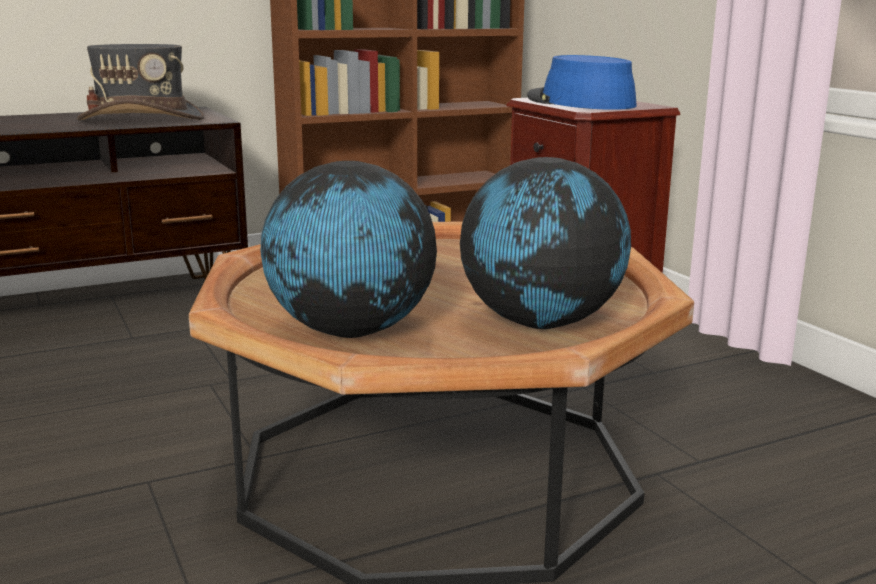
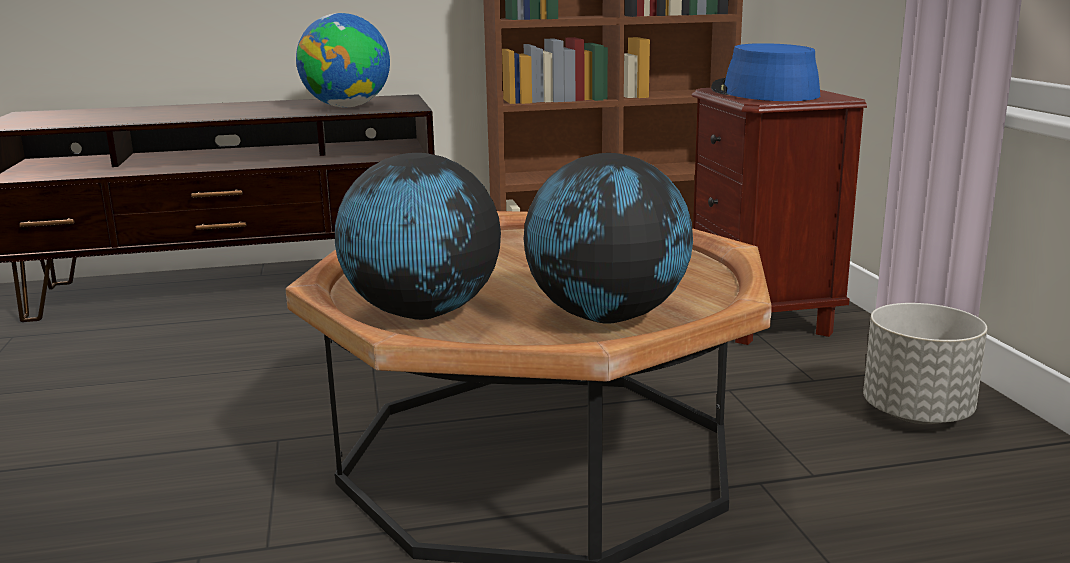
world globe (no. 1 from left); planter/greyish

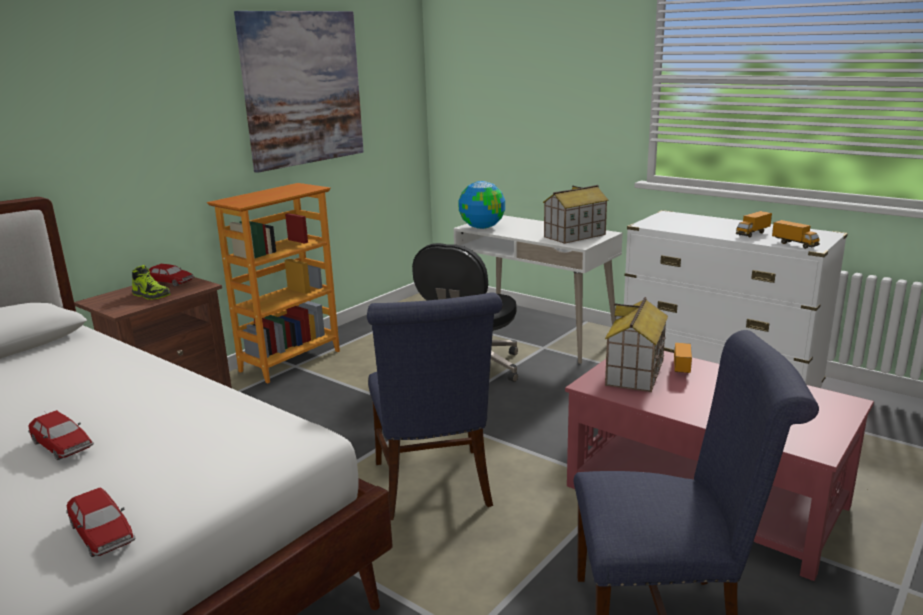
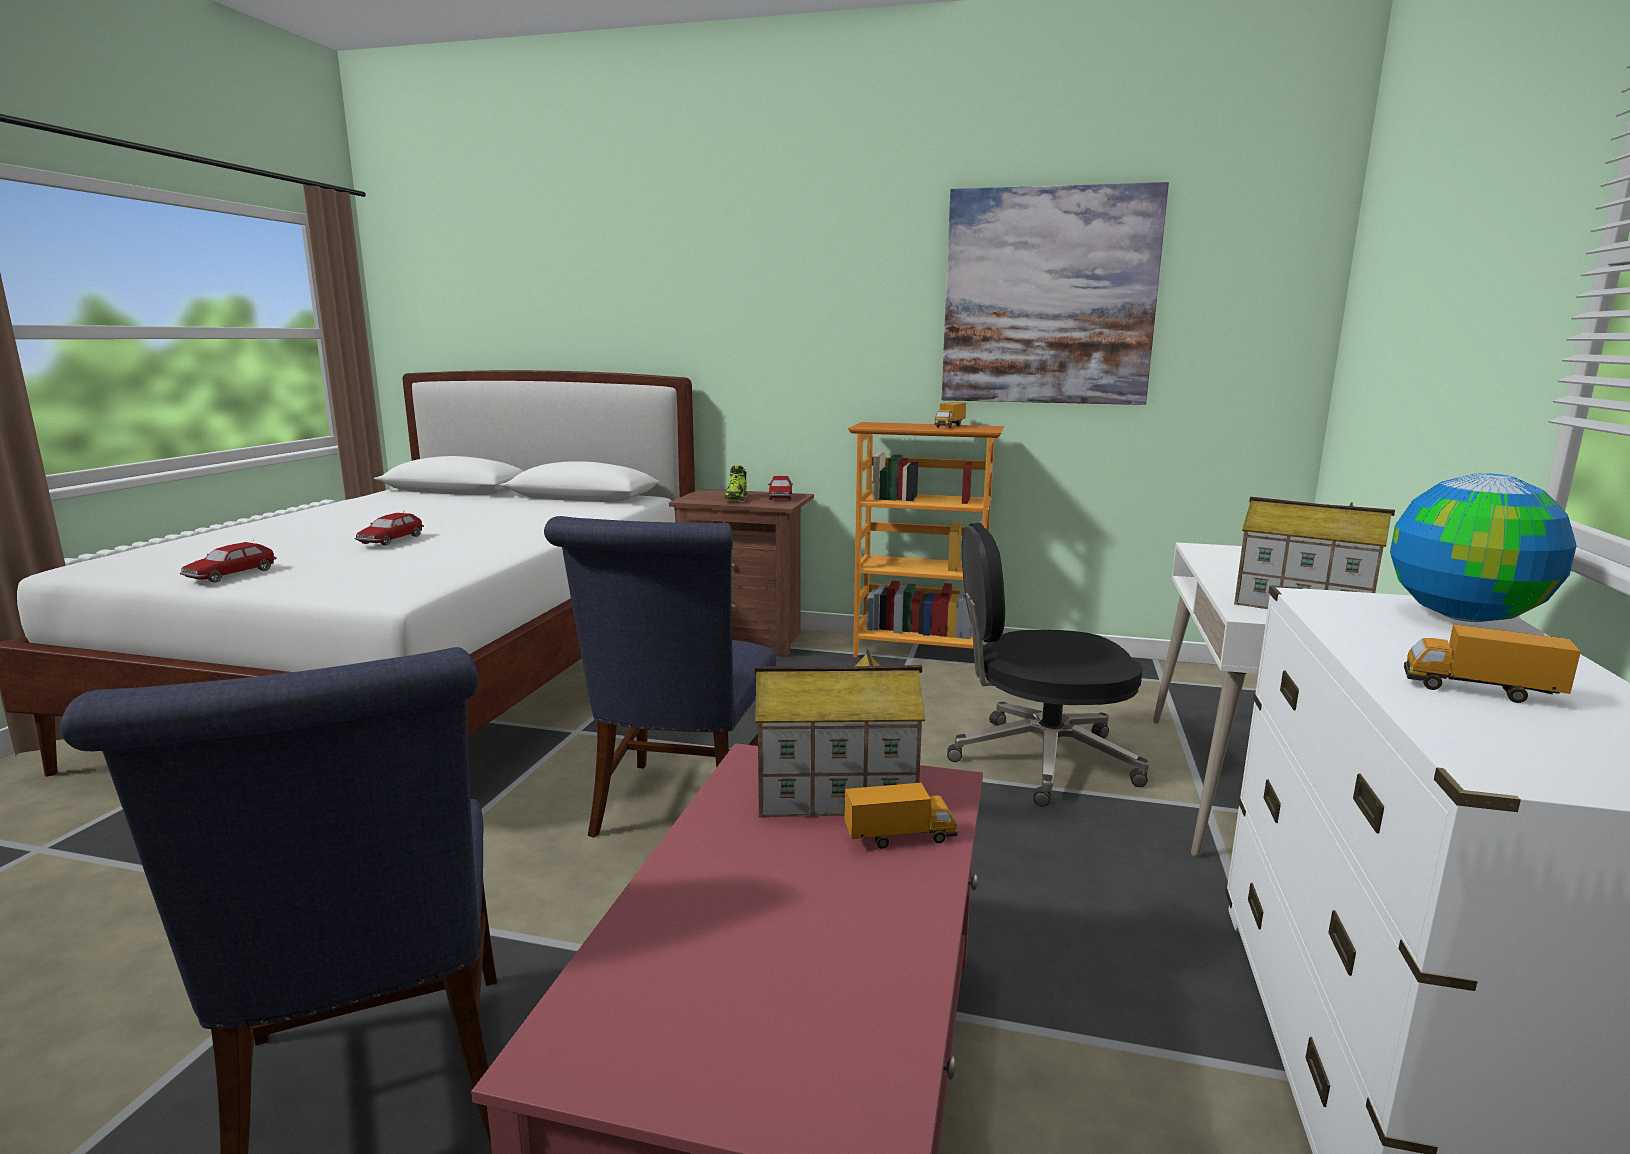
chair/blue (no. 2 from left); toy lorry (no. 2 from left); world globe

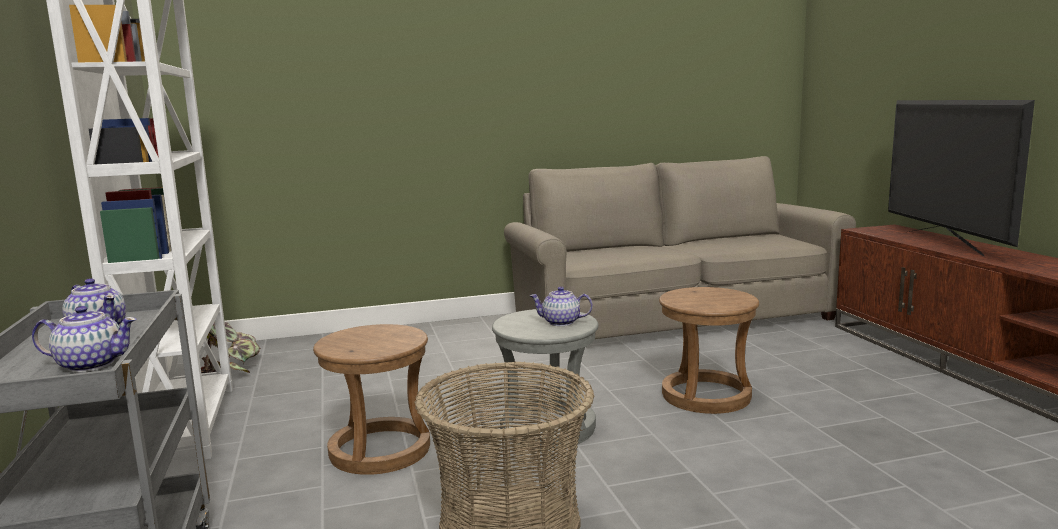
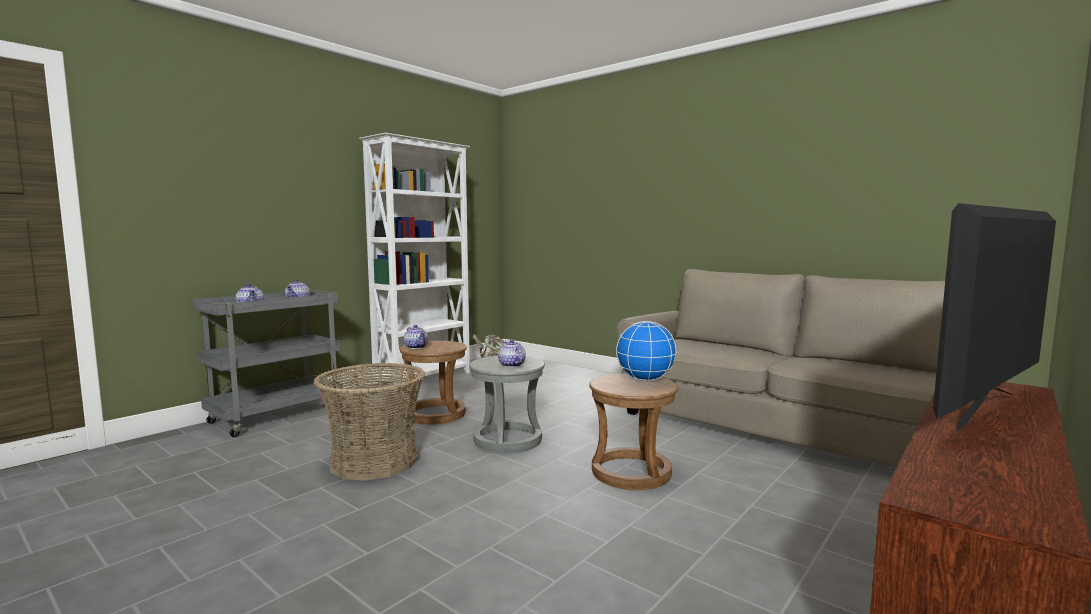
pot for tea (no. 3 from left); world globe

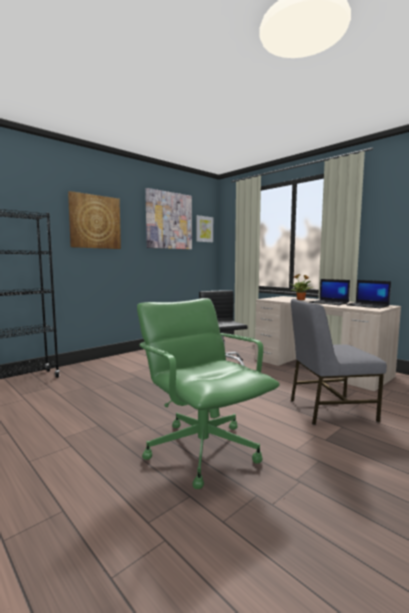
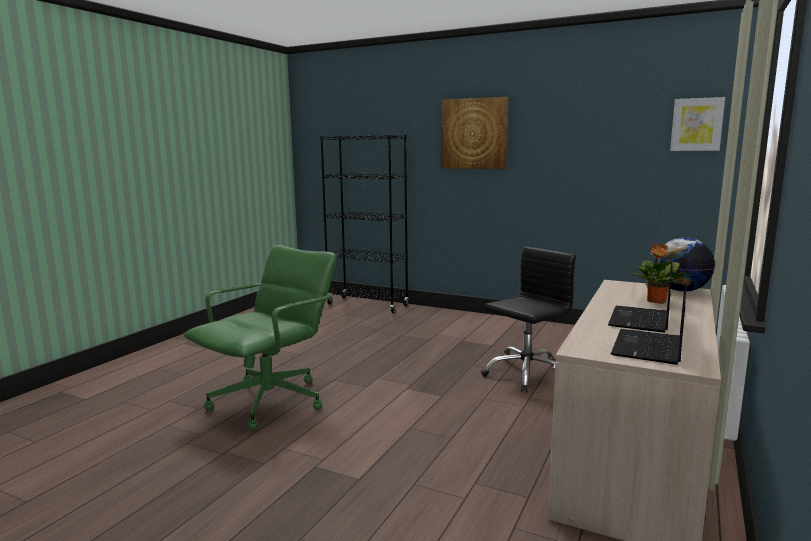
world globe; wall art (no. 2 from left in the first image); chair/greyish

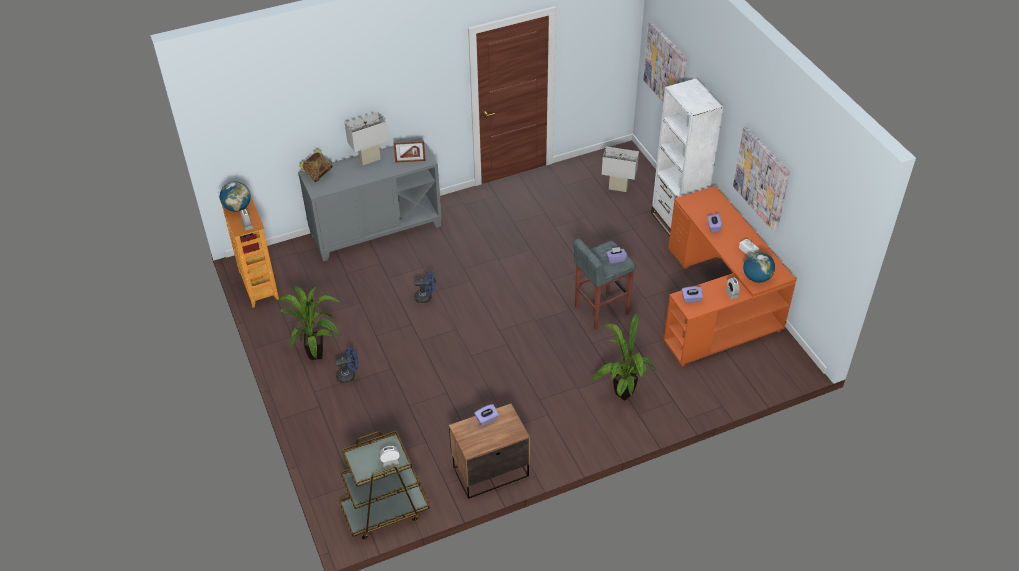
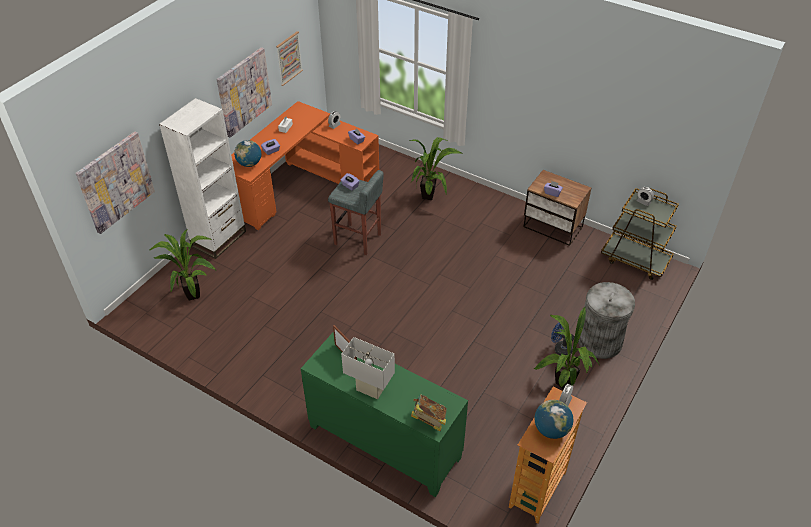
potted plant (no. 1 from left); world globe (no. 1 from left); wall art (no. 3 from left); storage cabinet/green-coloured; waste bin/greyish; cooling fan/blue (no. 2 from left in the first image)

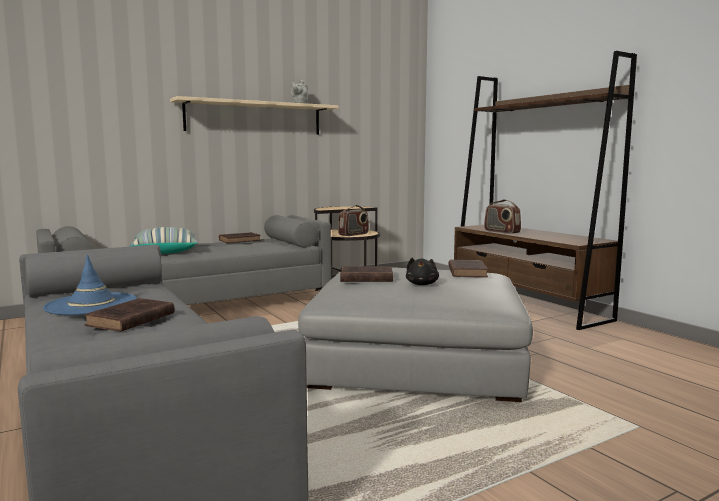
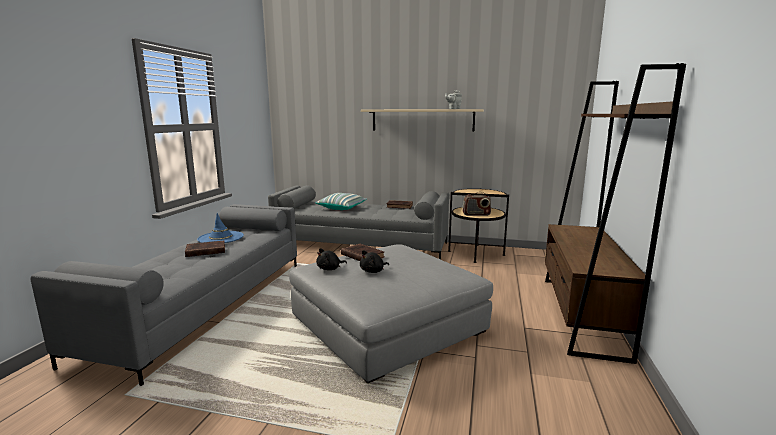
soft toy/black-coloured (no. 1 from left); volume/brownish (no. 4 from left in the first image); radio (no. 2 from left in the first image)

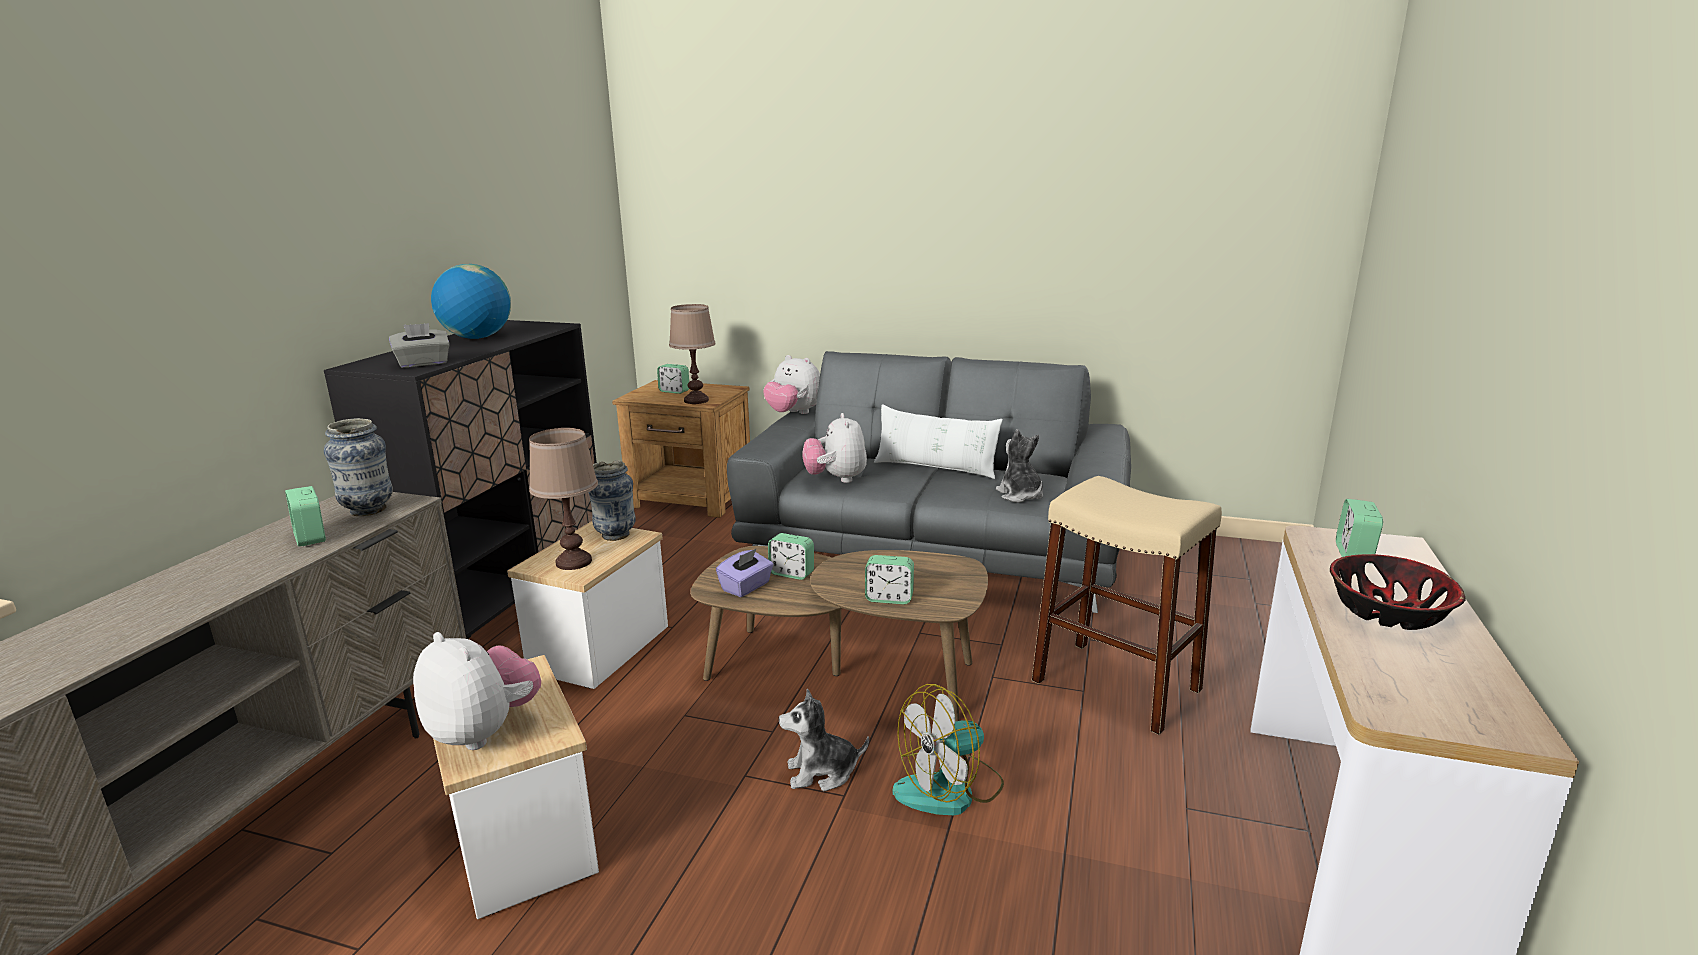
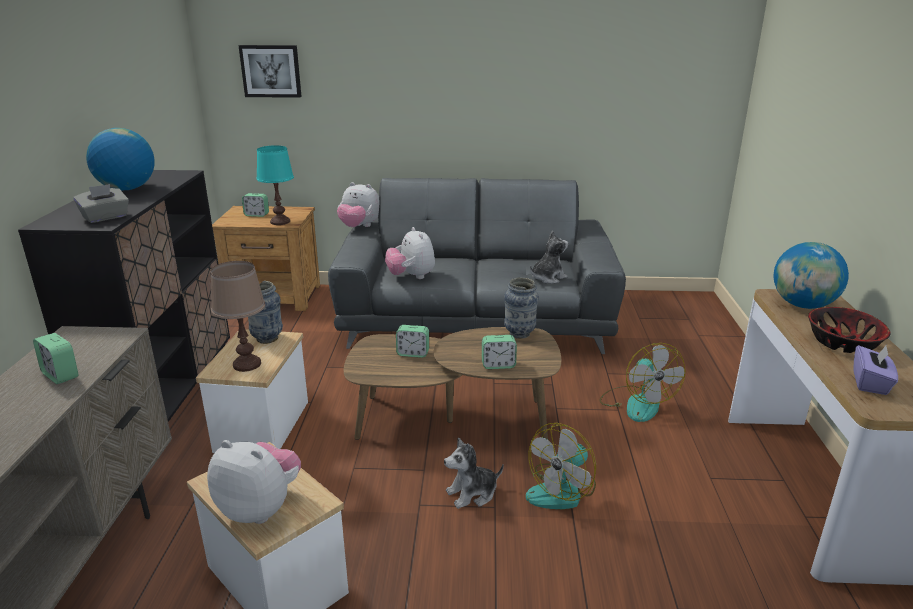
wall art; lamp for a table/turquoise-coloured; flower vase (no. 2 from left); soft toy (no. 5 from left); cooling fan (no. 2 from left); world globe (no. 2 from left); tissue holder/purple; cushion/white

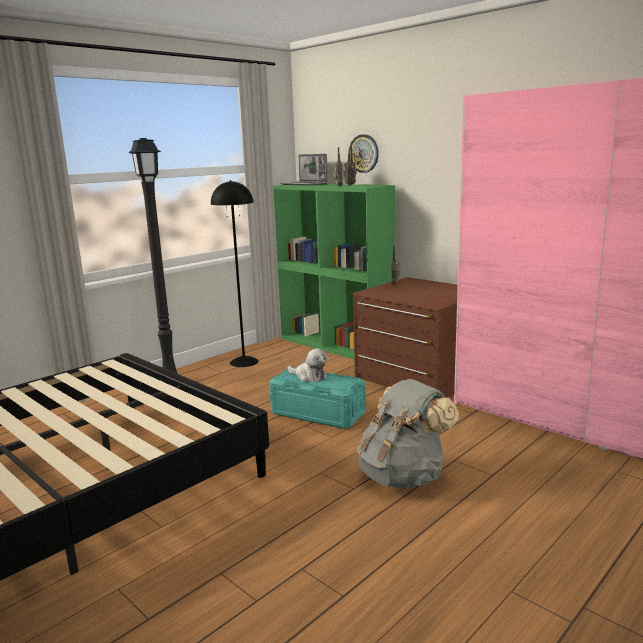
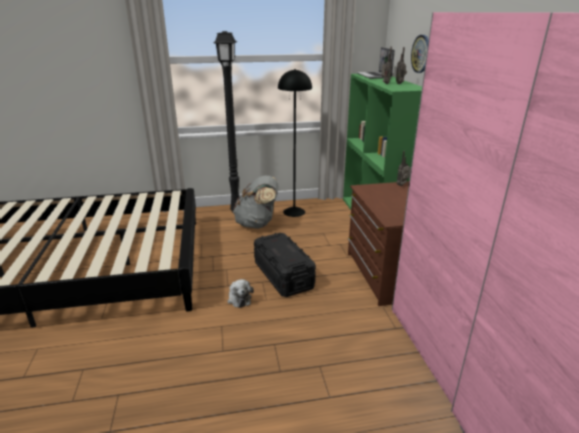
soft toy; rucksack/greyish; storage box/black-coloured

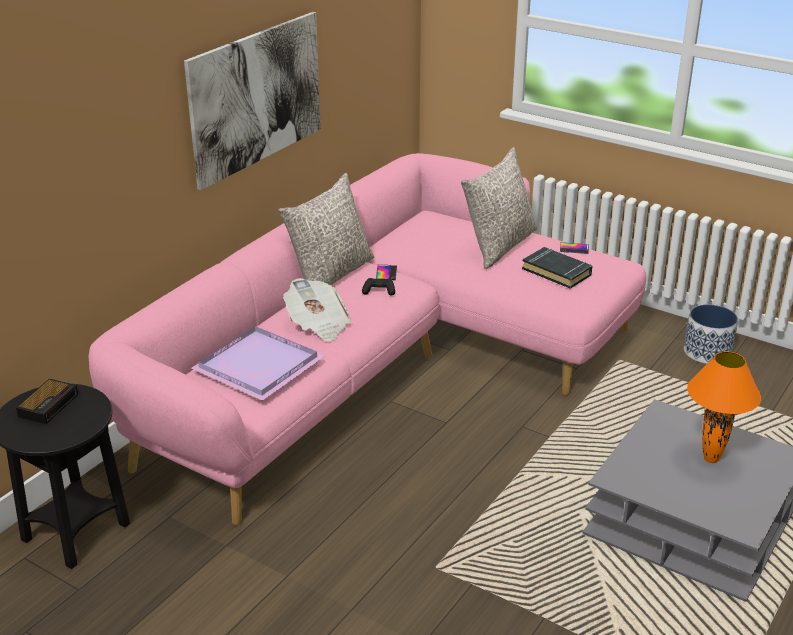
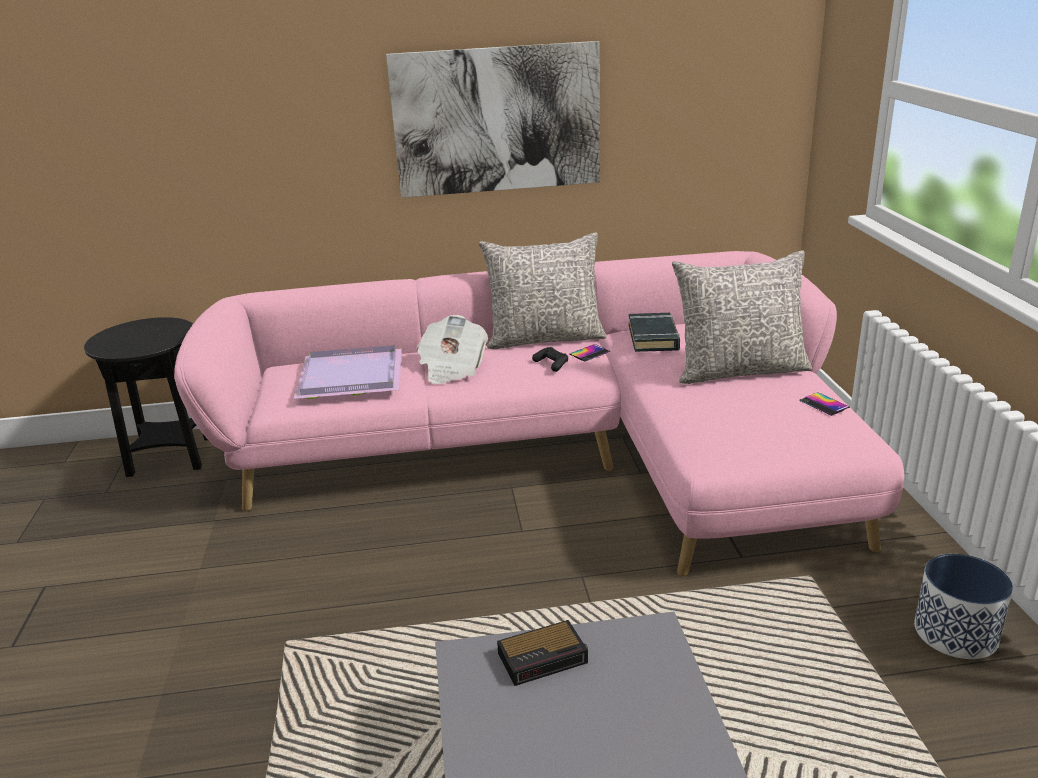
alarm clock; volume/black-coloured; lamp for a table/orange

